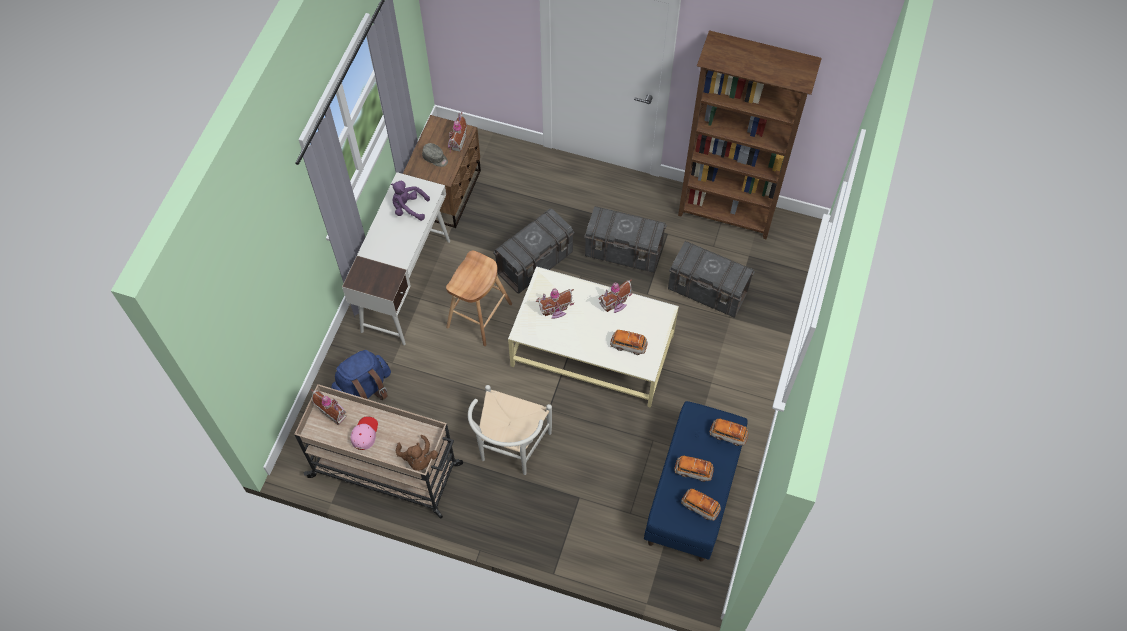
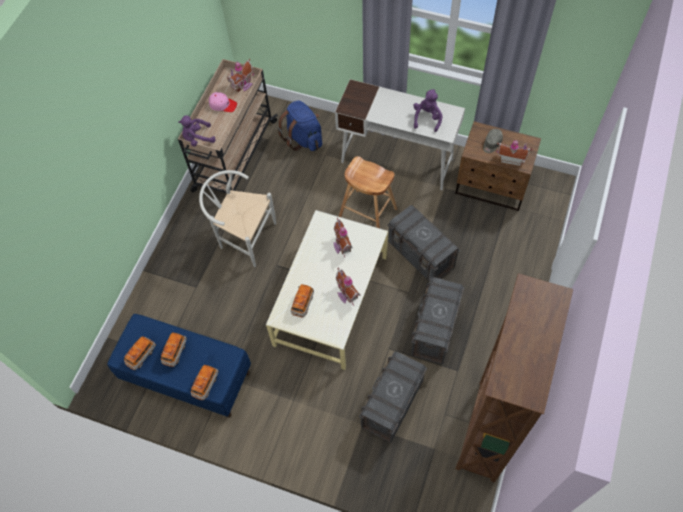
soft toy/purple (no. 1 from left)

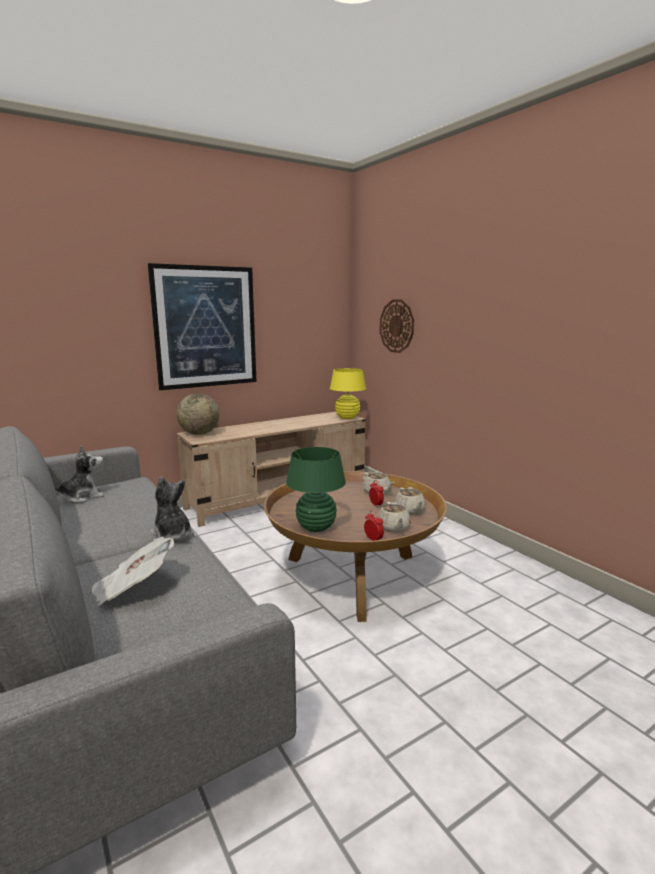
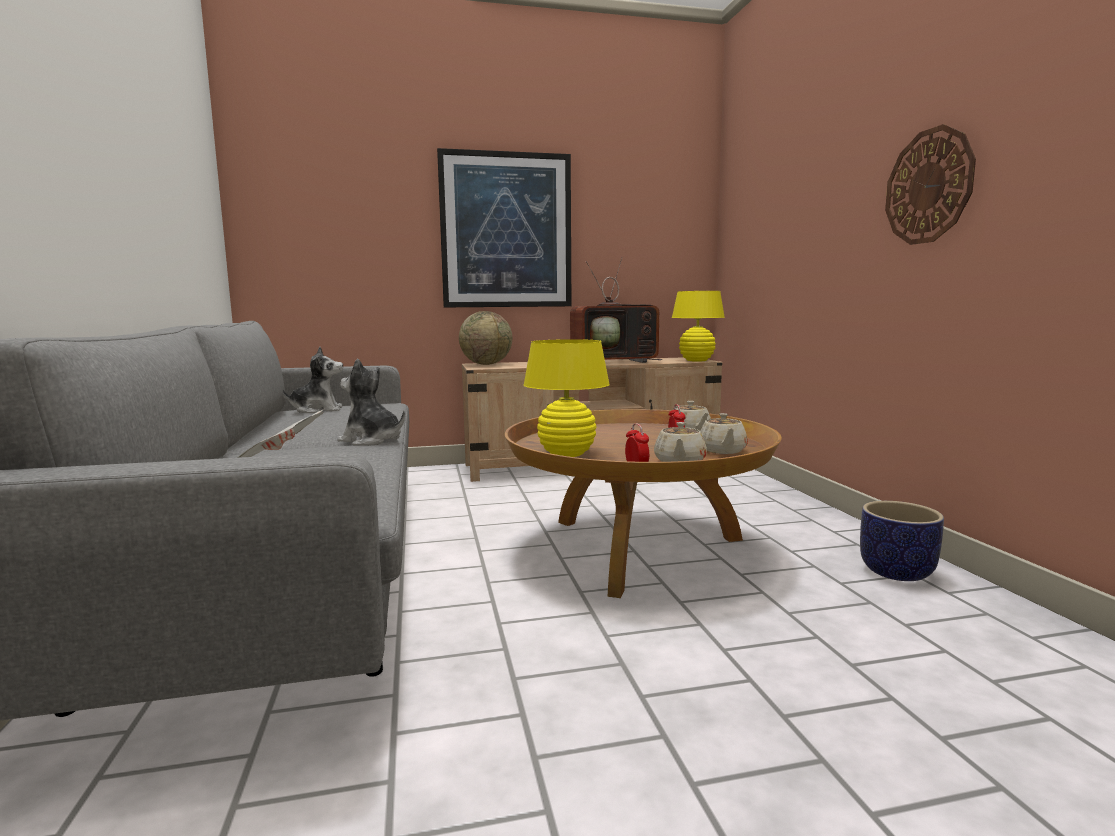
soft toy (no. 2 from left); lamp for a table/yellowish (no. 1 from left); TV; planter; hanging clock

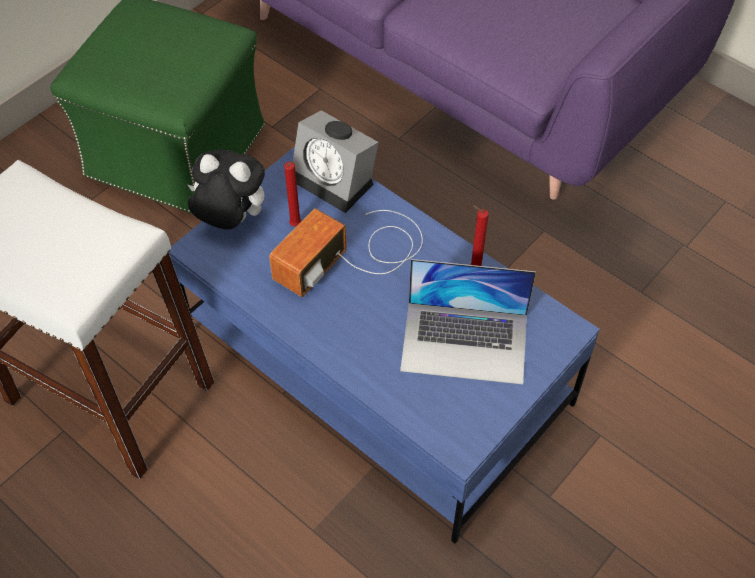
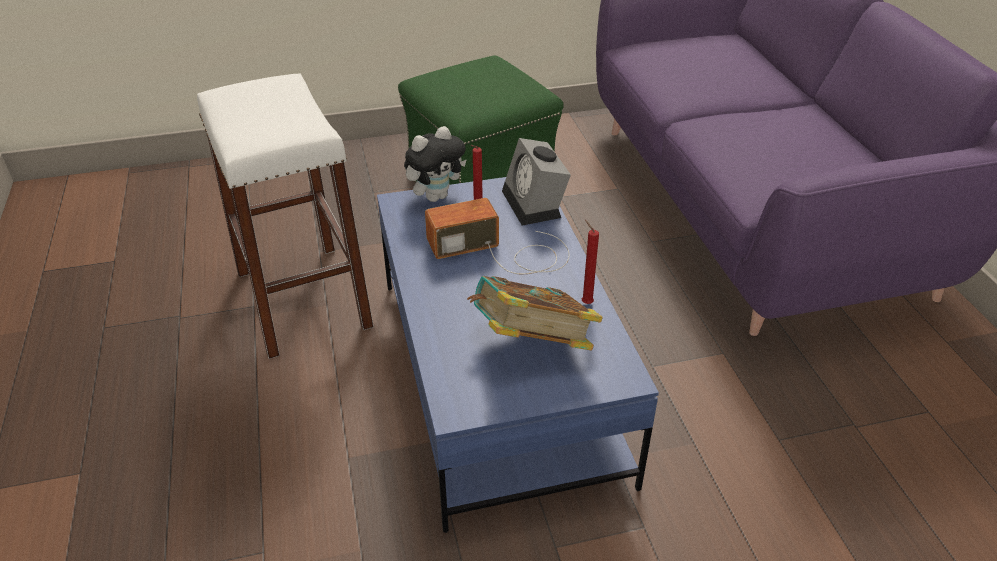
soft toy; volume

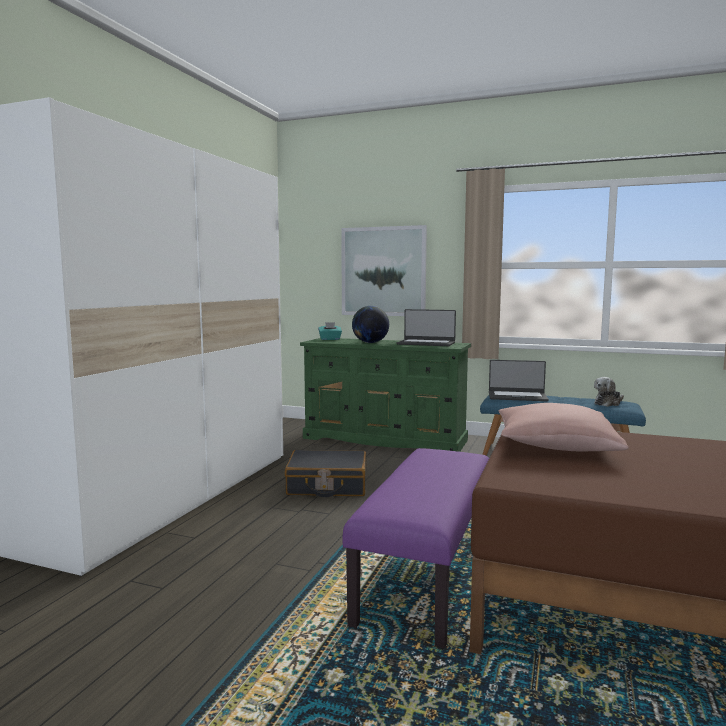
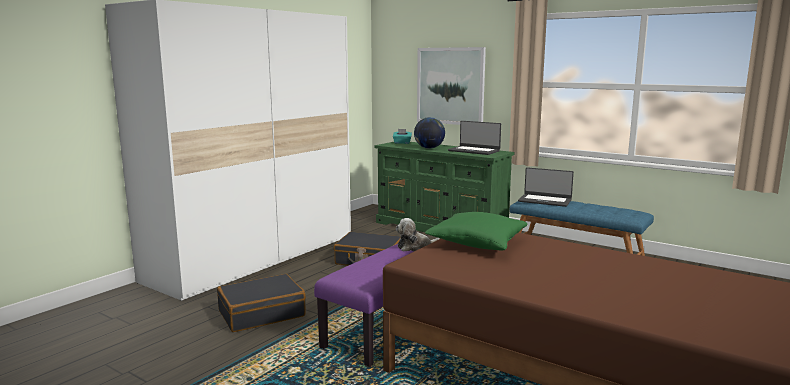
travel case/black-coloured (no. 1 from left); soft toy; cushion/green-coloured

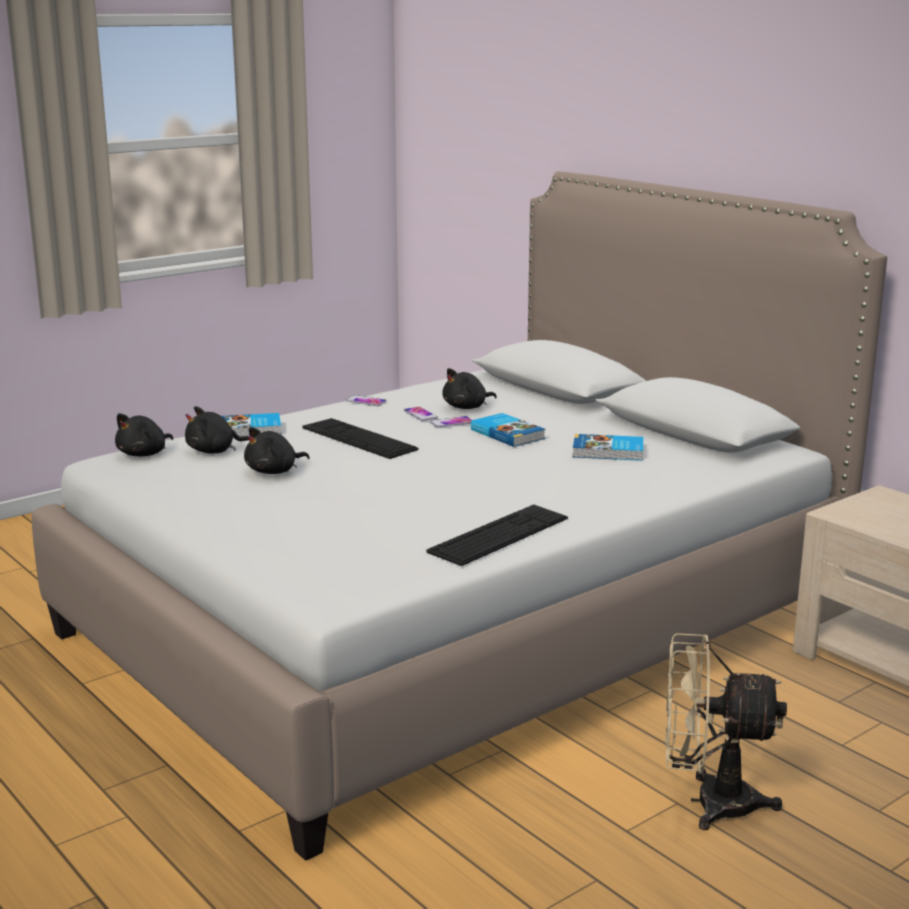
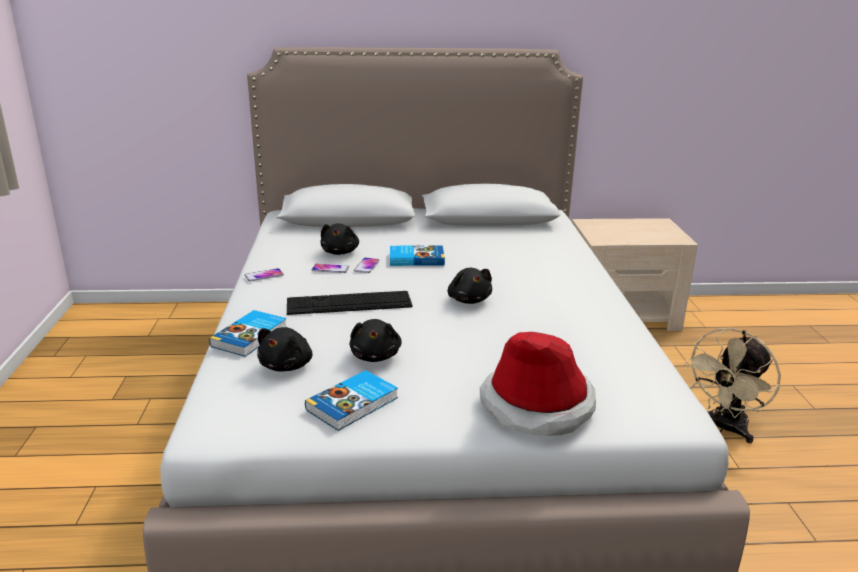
volume (no. 2 from left); soft toy/black-coloured (no. 4 from left); wearable hat; PC keyboard (no. 2 from left in the first image)

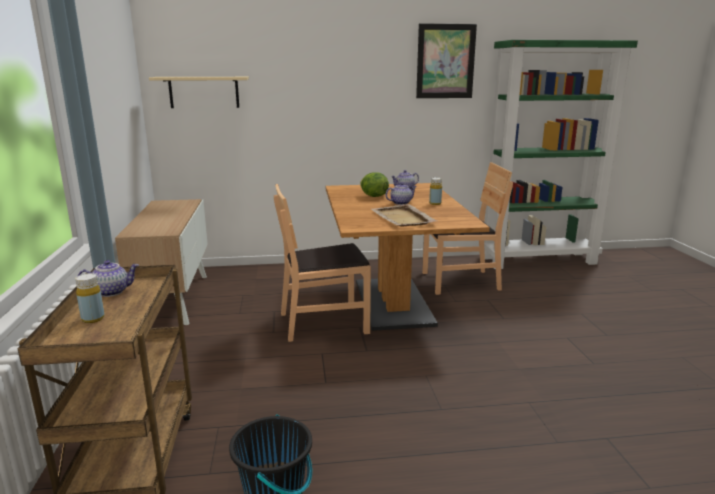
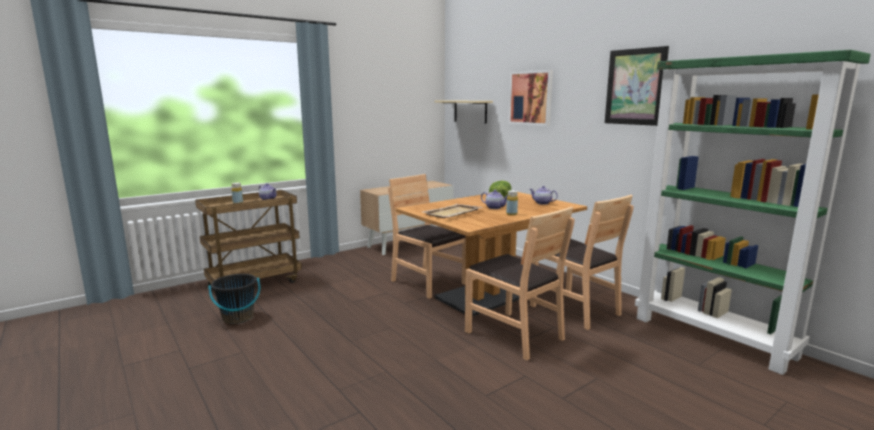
chair/brownish (no. 2 from left); wall art (no. 1 from left)

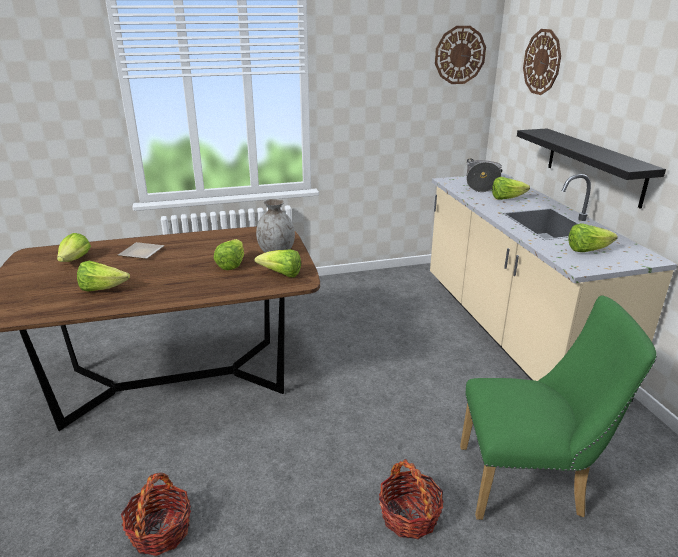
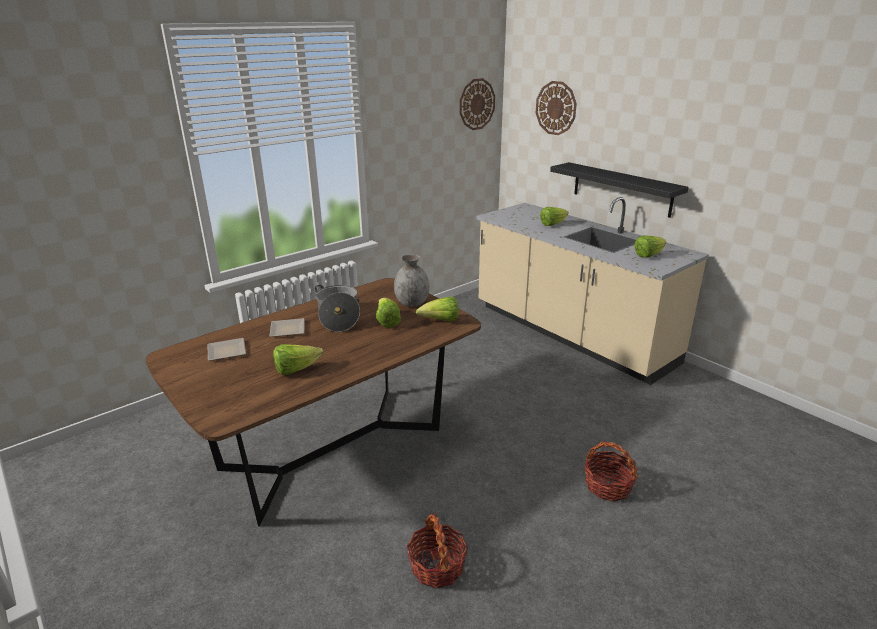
dinner plate (no. 1 from left); stockpot; chair/green-coloured

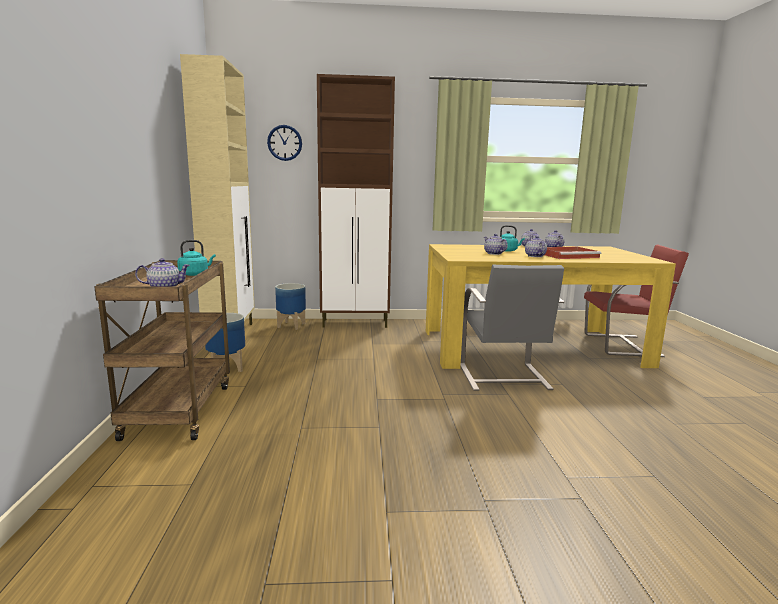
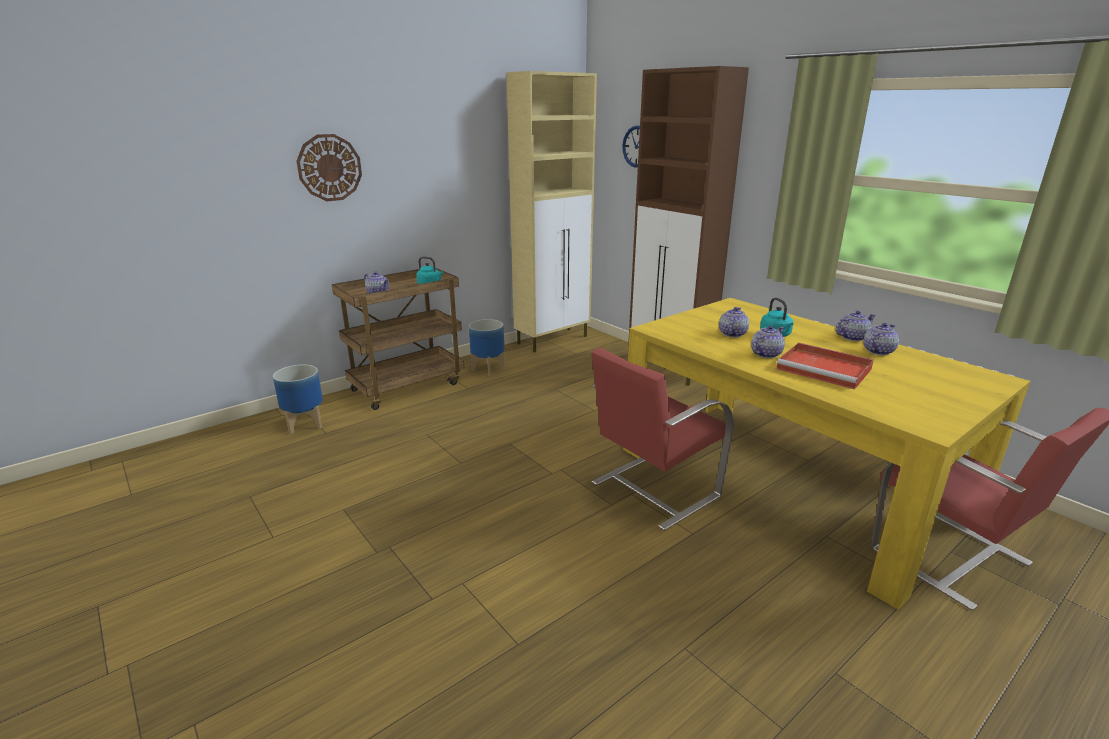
planter (no. 1 from left); hanging clock (no. 1 from left); chair/red (no. 1 from left)

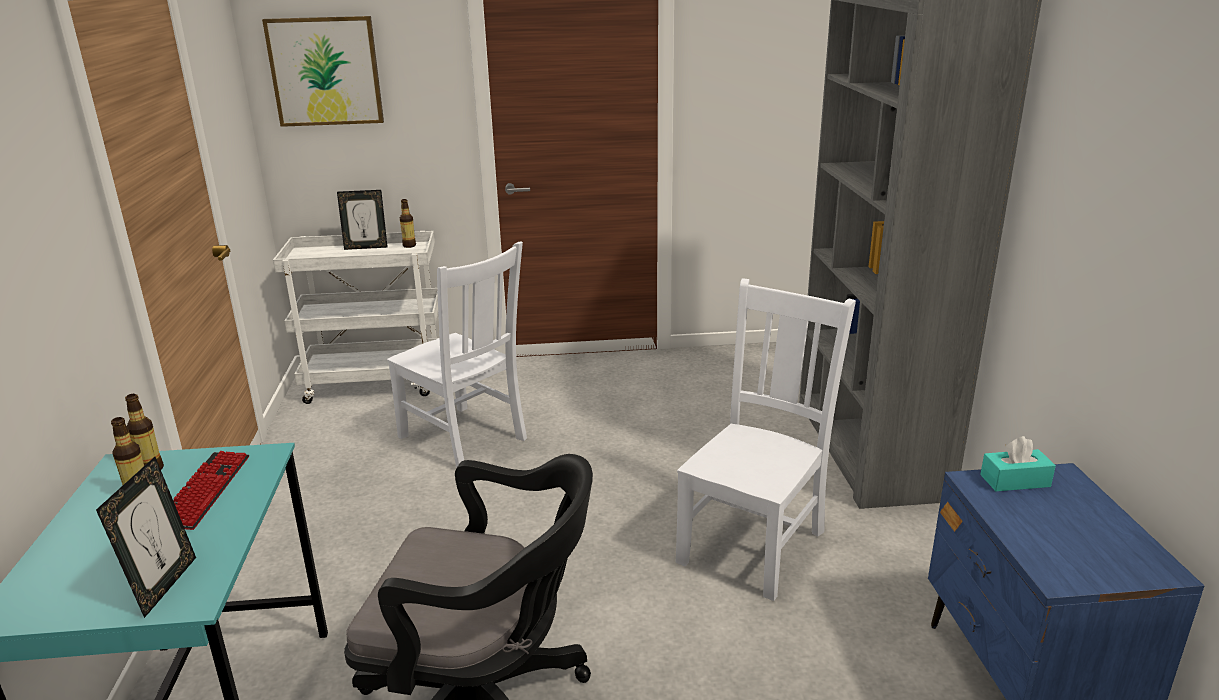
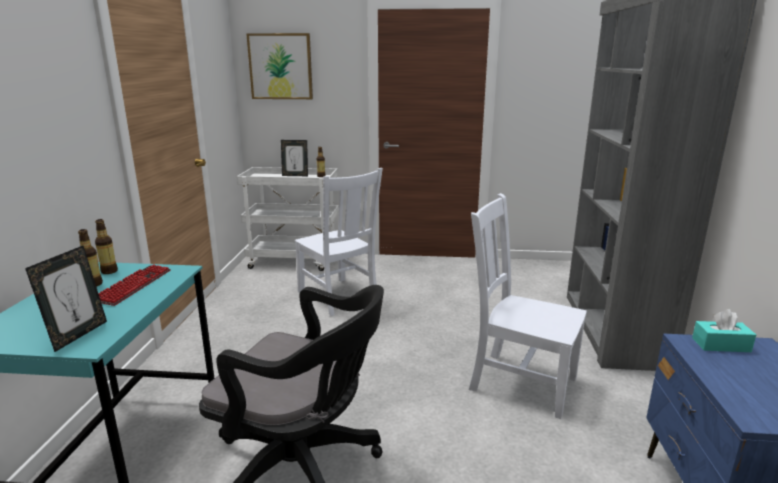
chair/white (no. 2 from left)

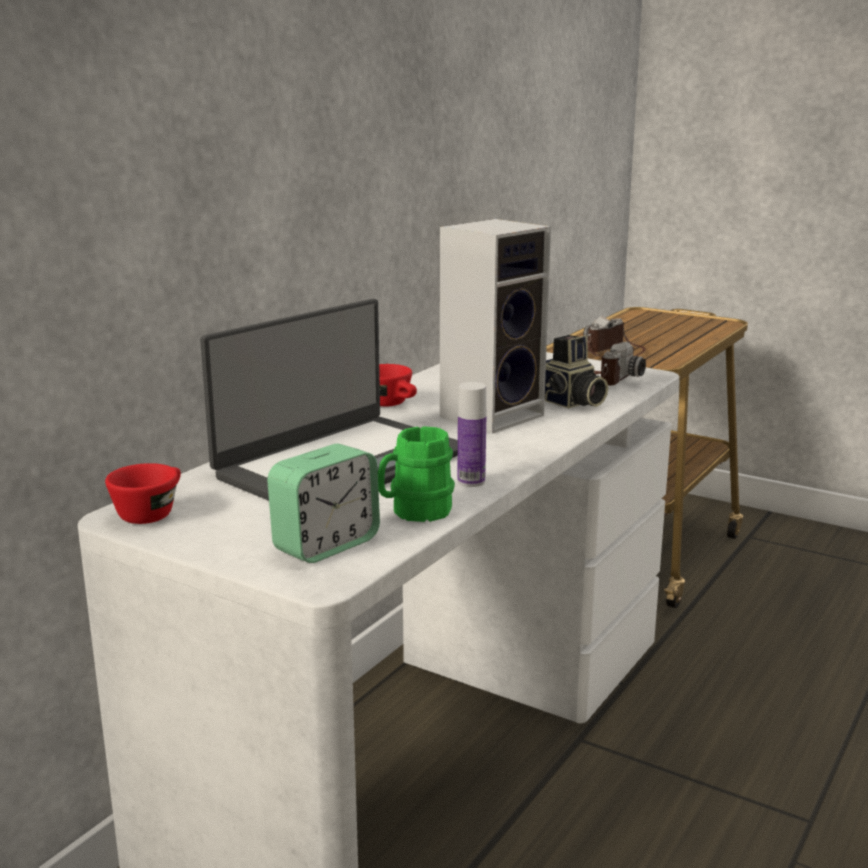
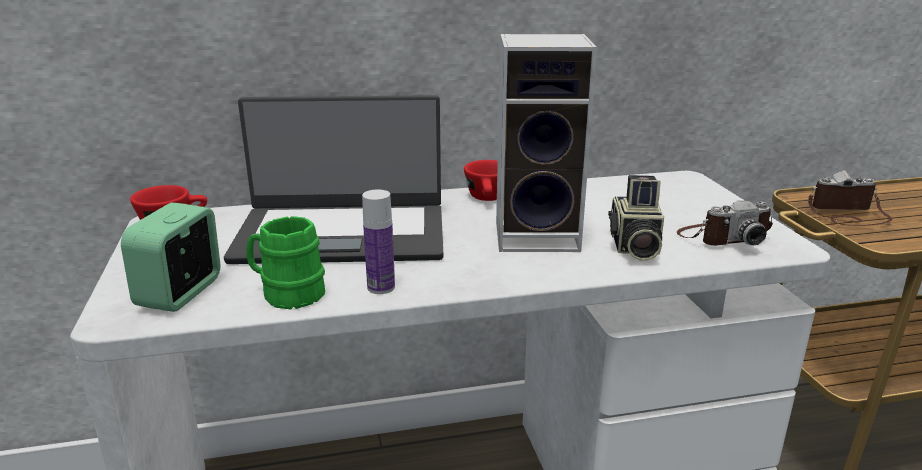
alarm clock

